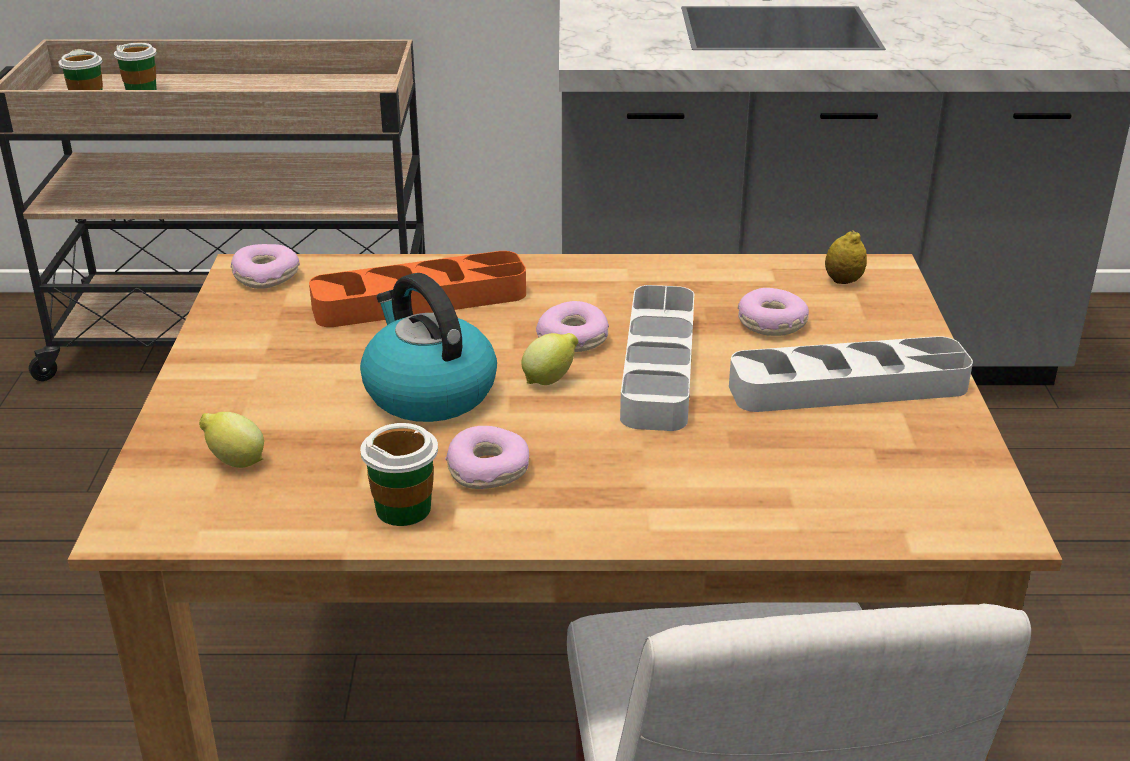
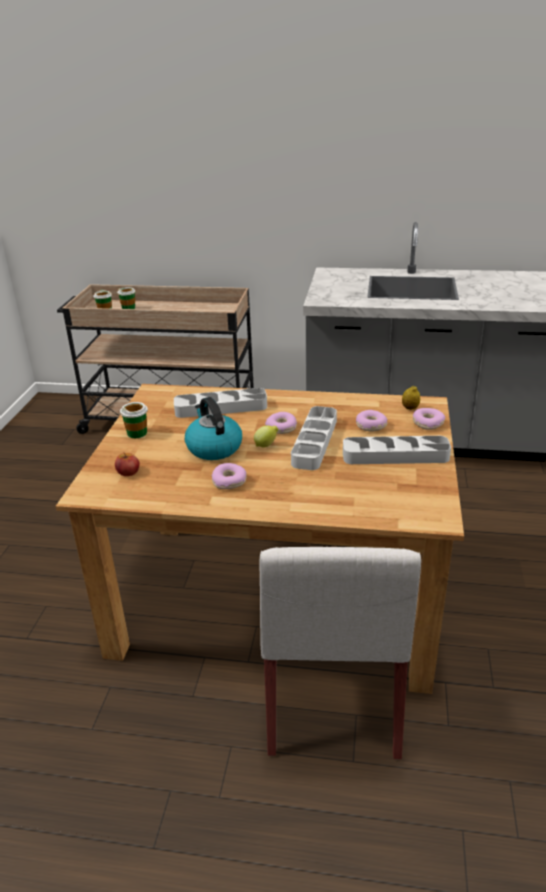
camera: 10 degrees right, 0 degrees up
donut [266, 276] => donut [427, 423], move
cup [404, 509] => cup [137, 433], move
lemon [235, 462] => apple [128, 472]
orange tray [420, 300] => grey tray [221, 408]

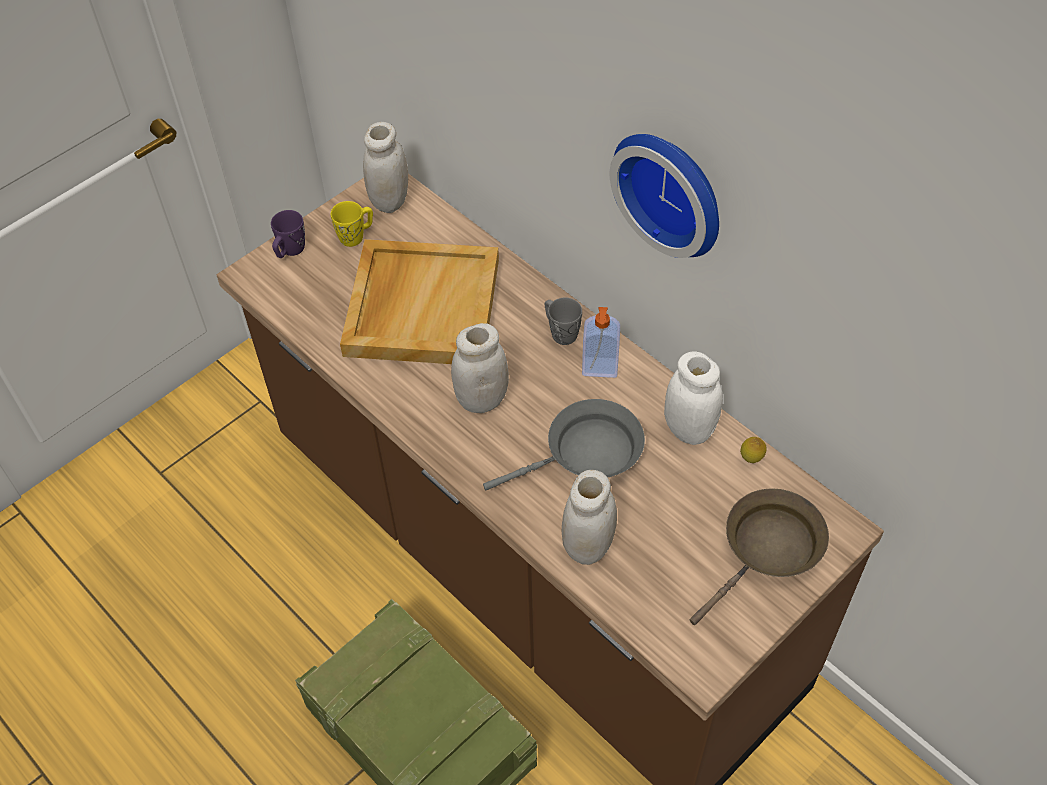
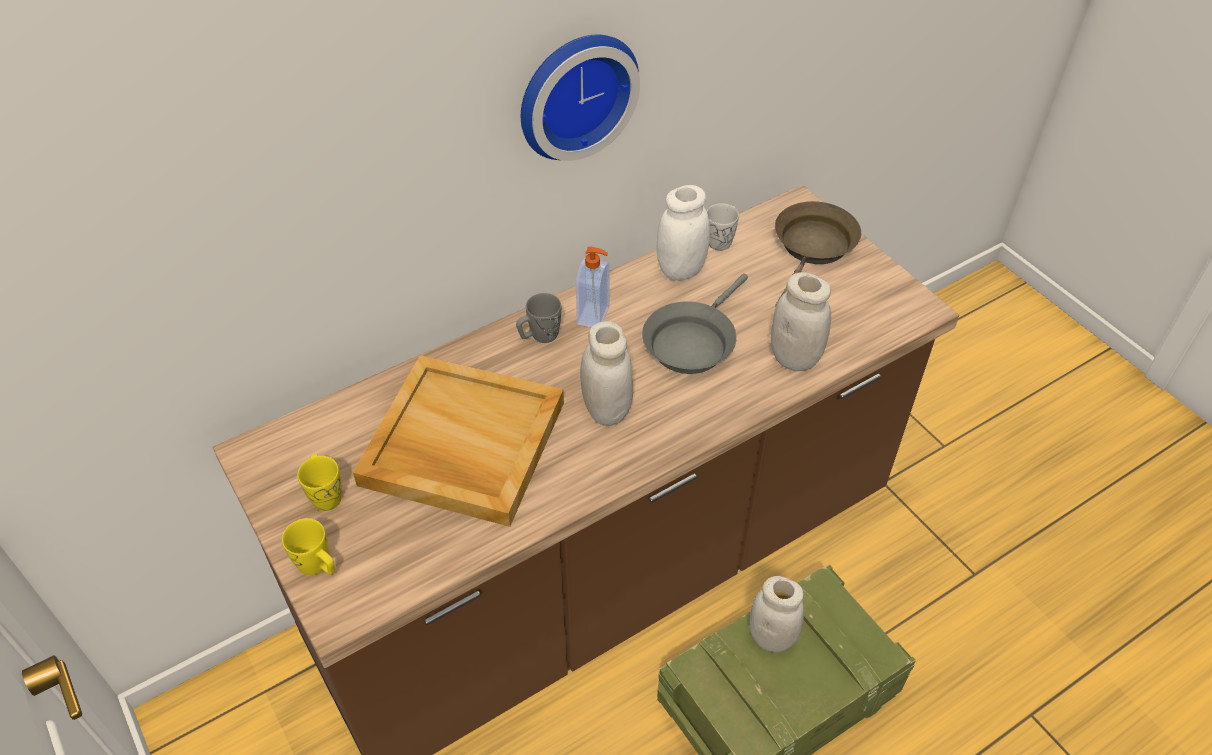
camera: 80 degrees left, 5 degrees down
white jar [390, 201] => white jar [771, 637], move
lemon [751, 459] => white mug [722, 239]
purple mug [290, 251] => yellow mug [318, 566]
grey frying pan [587, 453] => grey frying pan [692, 342], 135 degrees counterclockwise
brown frying pan [768, 549] => brown frying pan [813, 248], 60 degrees clockwise

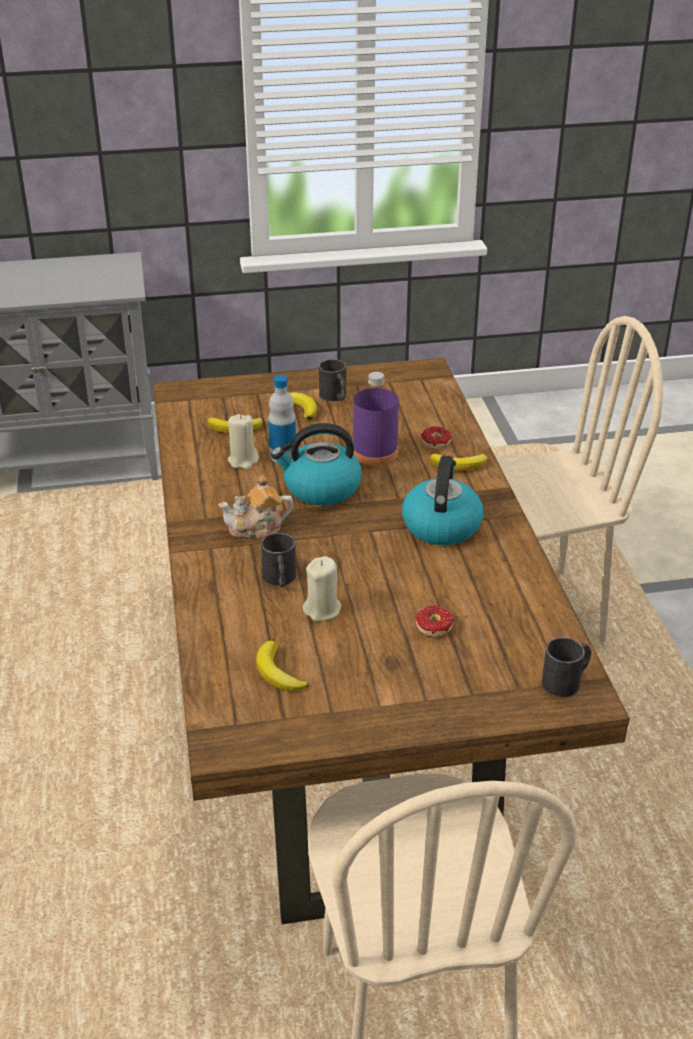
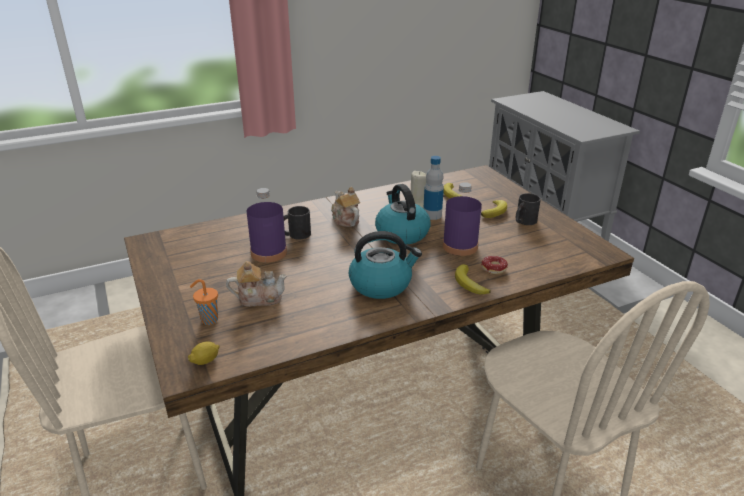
camera: 75 degrees right, 5 degrees down
banana [278, 673] => nothing
nothing => orange cup [208, 320]
beige candle [322, 609] => purple bottle [269, 252]
donut [441, 627] => teapot [259, 298]
black mug [567, 680] => lemon [205, 361]

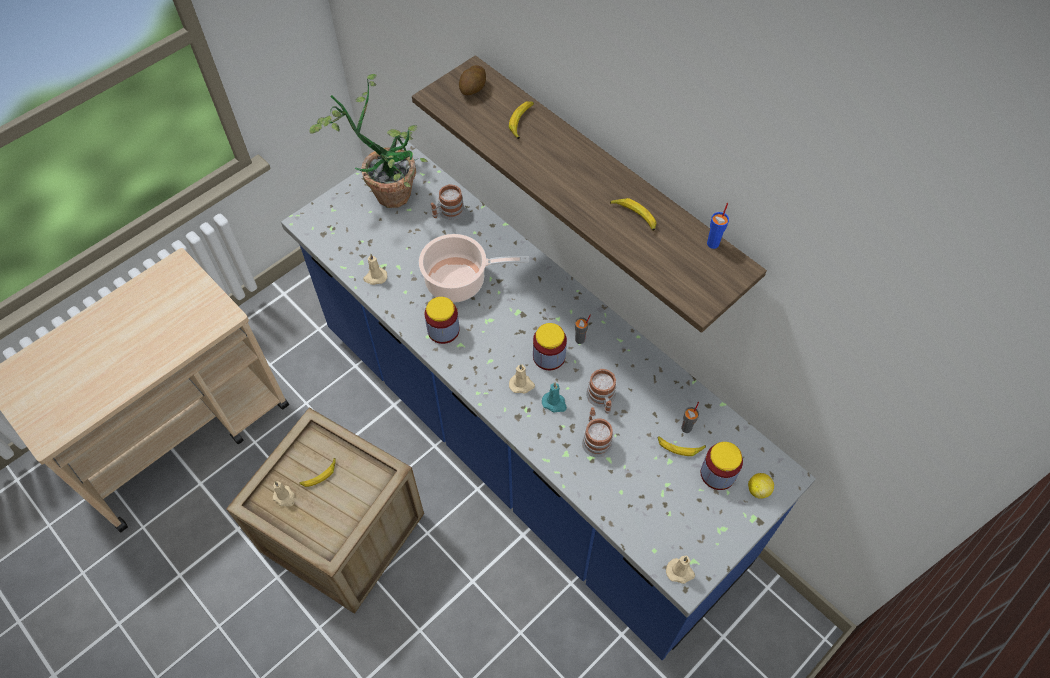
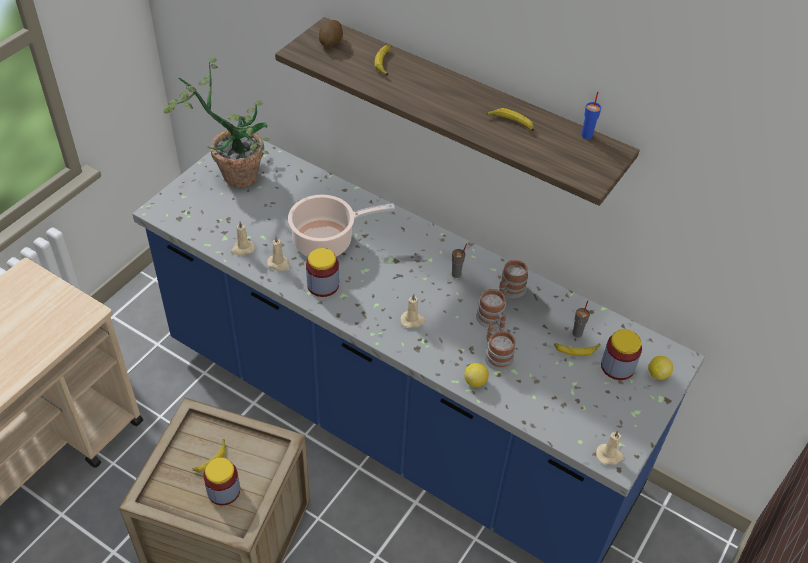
camera: 15 degrees left, 10 degrees down
turquoise candle [554, 403] => nothing
nothing => lemon [475, 381]
beige candle [285, 497] => beige candle [279, 264], move
mug [448, 213] => mug [509, 291], move
jar [549, 356] => jar [223, 491], move

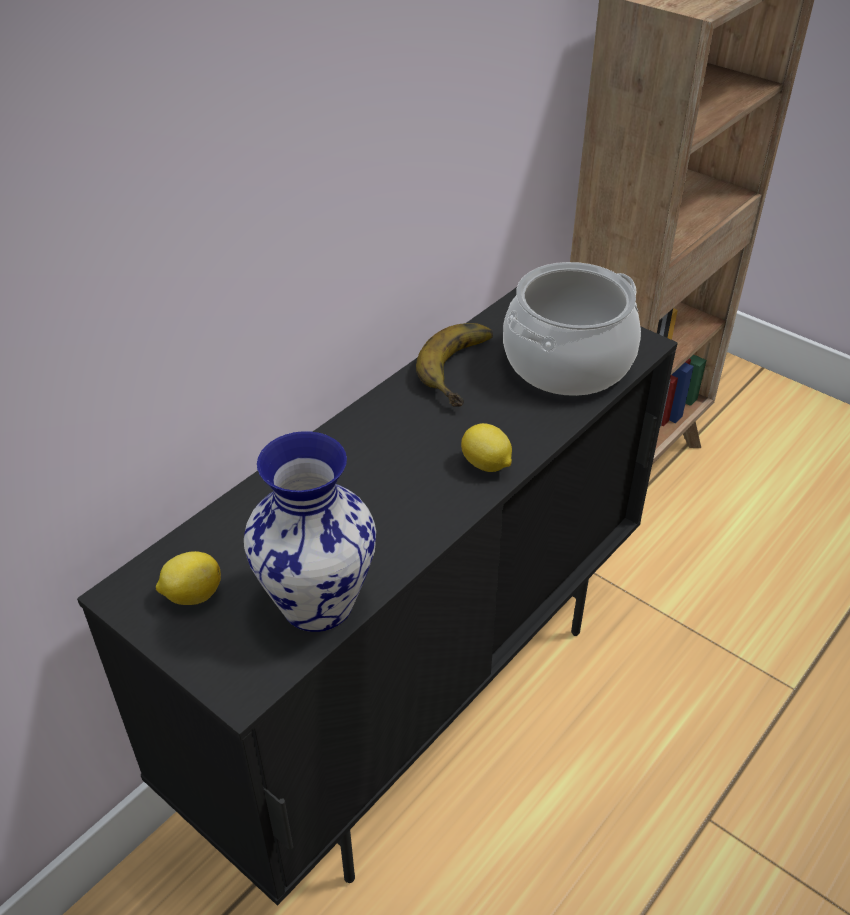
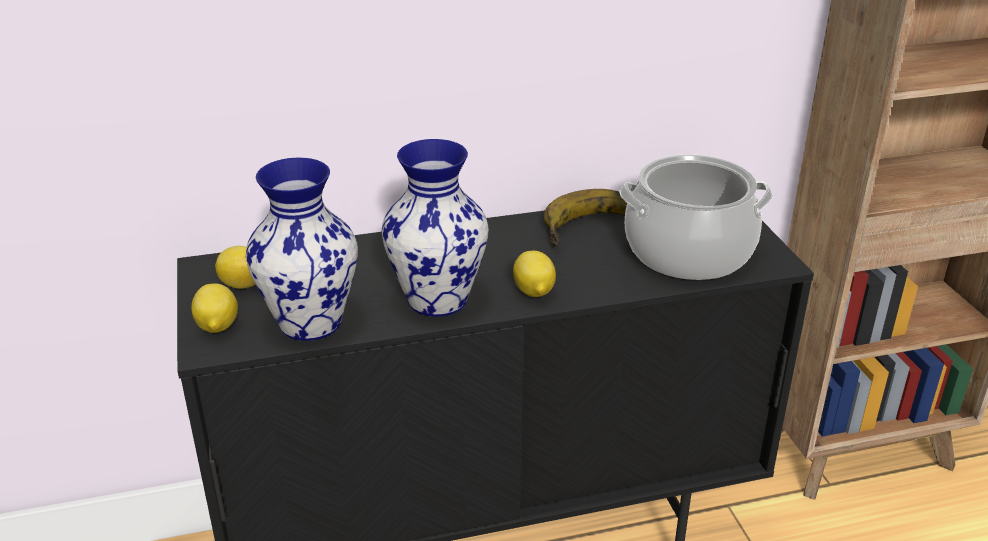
camera: 35 degrees right, 10 degrees down
nothing => lemon [217, 327]
nothing => vase [439, 299]

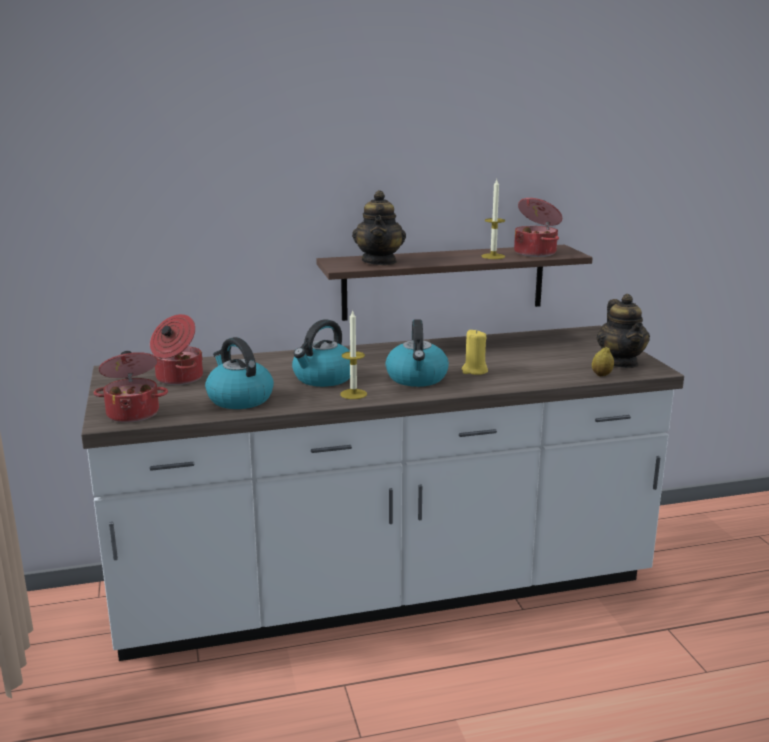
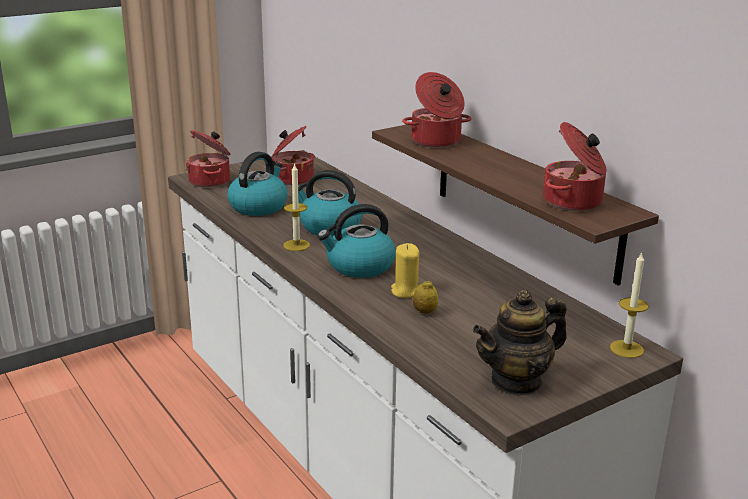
camera: 70 degrees right, 5 degrees up
candle [493, 256] => candle [626, 349], move
lemon [601, 375] => lemon [424, 311], move
teapot [379, 261] => cooking pot [436, 141]

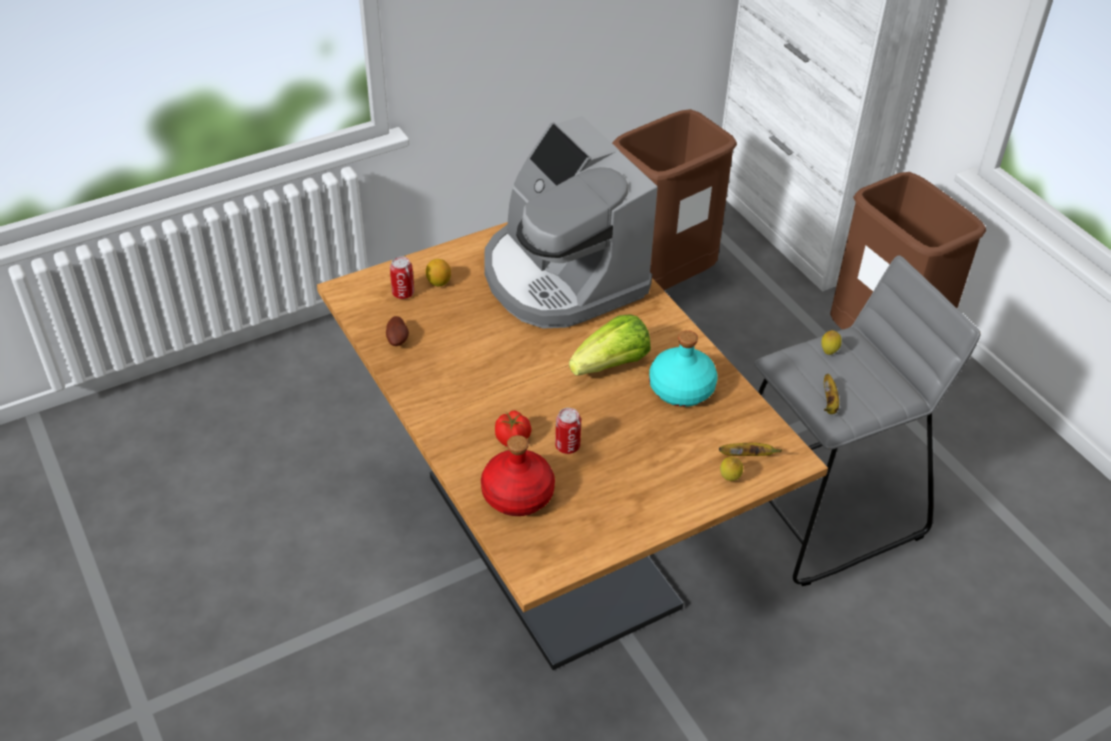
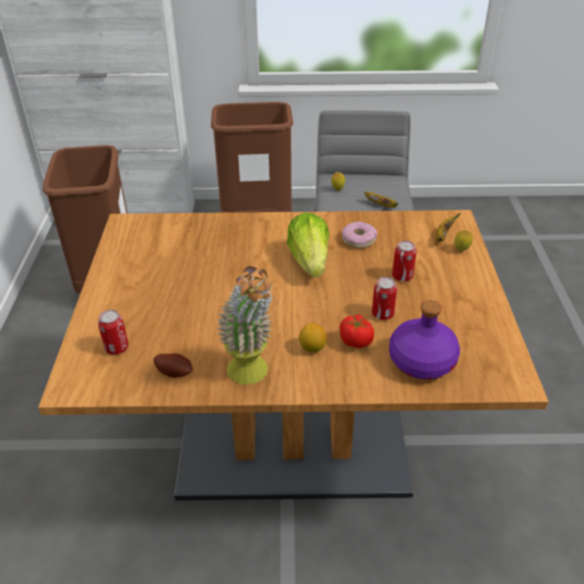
camera: 60 degrees left, 5 degrees down
coffee machine [561, 276] => nothing
nothing => potted plant [252, 377]
nothing => can [402, 276]
lemon [438, 282] => lemon [312, 348], move
turquoise bottle [680, 389] => donut [359, 240]
red bottle [517, 494] => purple bottle [421, 360]

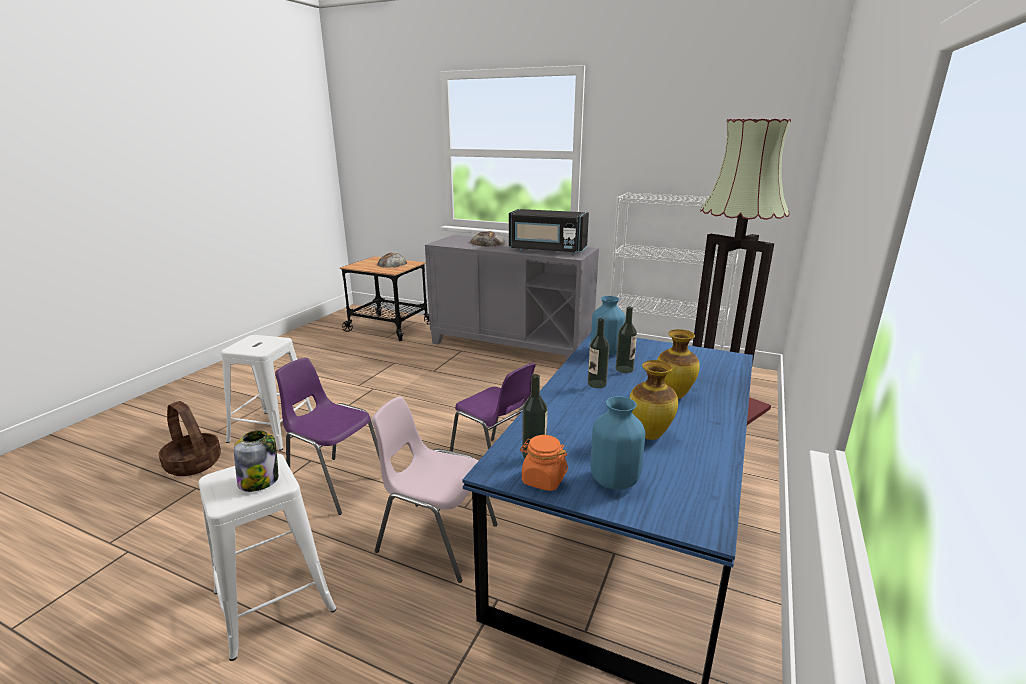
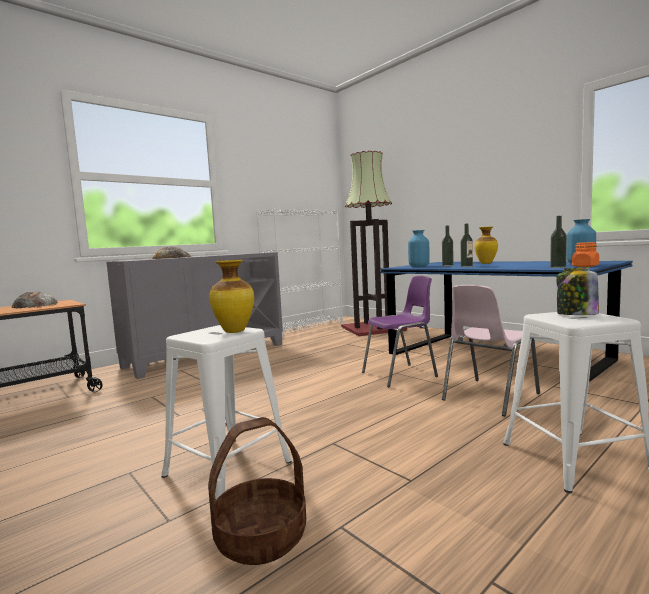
camera: 65 degrees left, 15 degrees down
purple chair [336, 483] => nothing
black microwave [547, 250] => nothing
vase [650, 435] => vase [235, 331], move

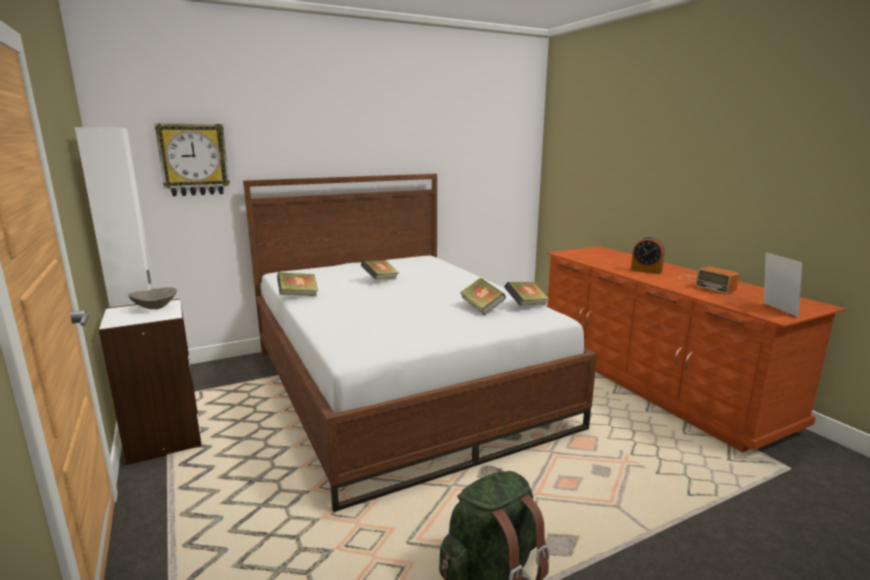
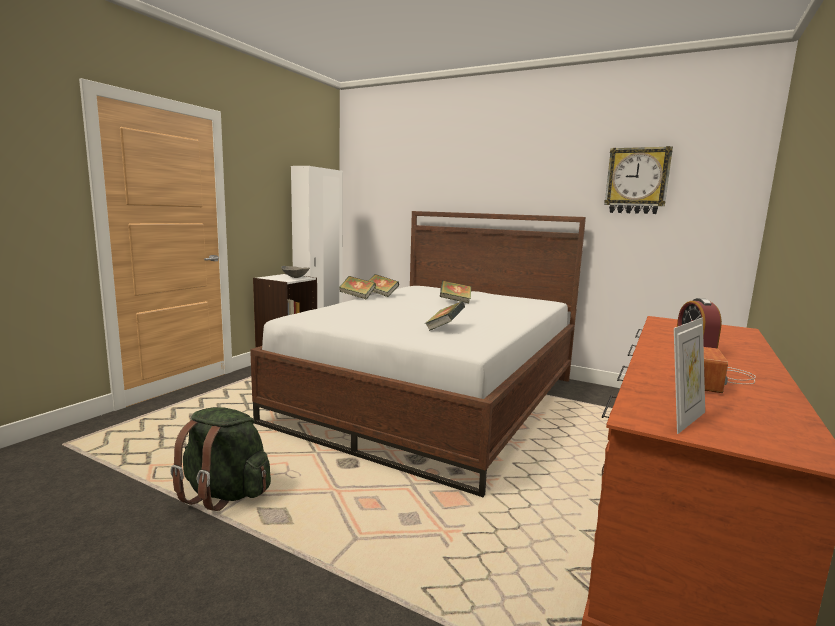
camera: 55 degrees right, 5 degrees down
wall clock [194, 160] => wall clock [637, 181], move
book [526, 306] => book [357, 297], move

